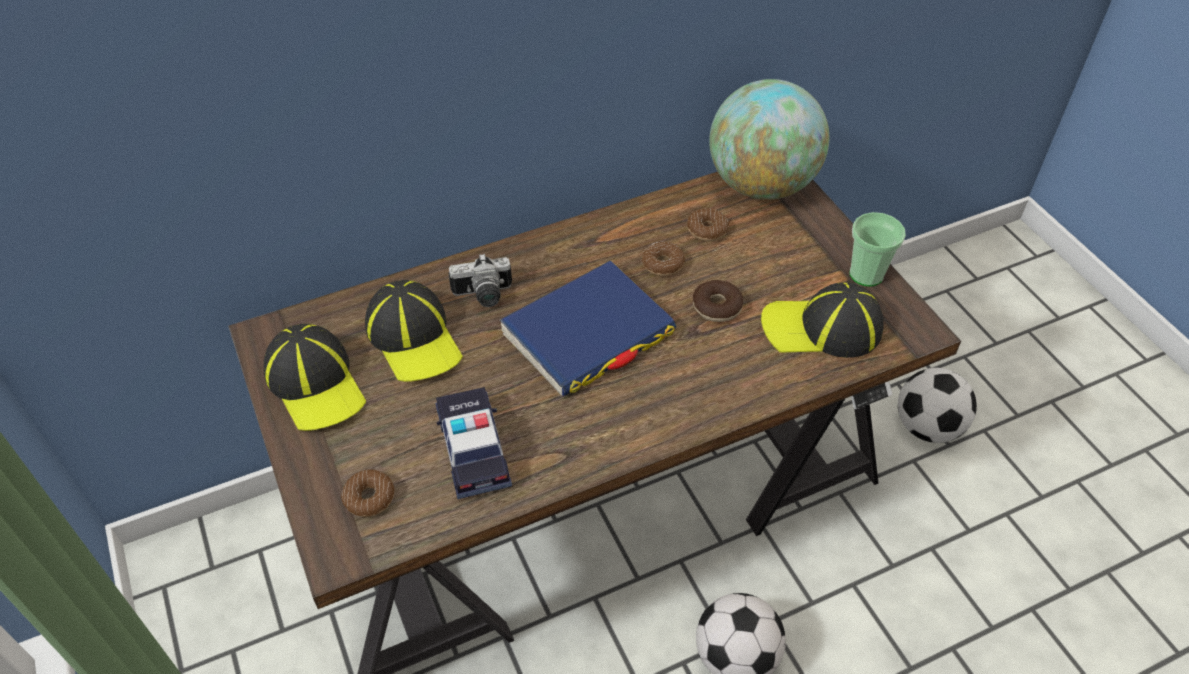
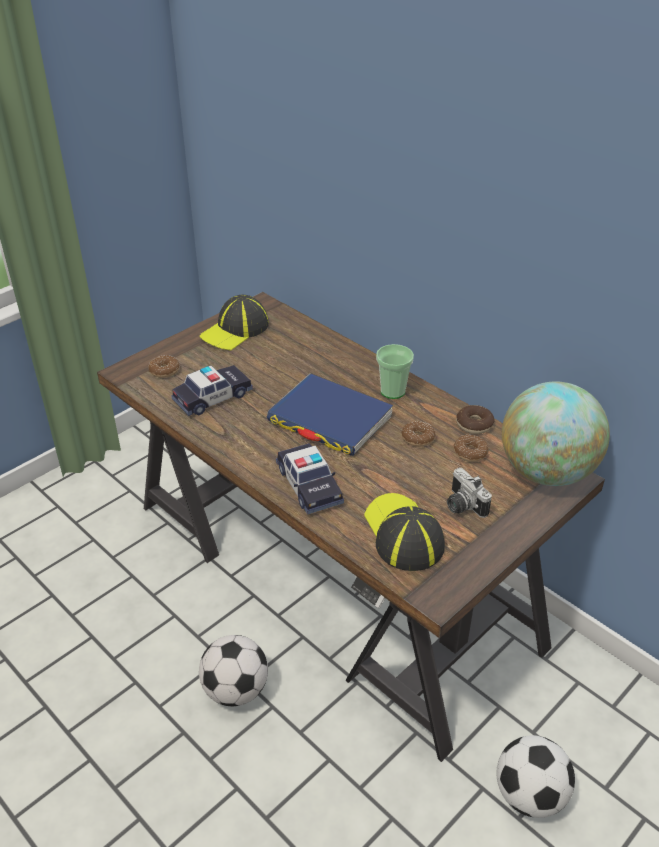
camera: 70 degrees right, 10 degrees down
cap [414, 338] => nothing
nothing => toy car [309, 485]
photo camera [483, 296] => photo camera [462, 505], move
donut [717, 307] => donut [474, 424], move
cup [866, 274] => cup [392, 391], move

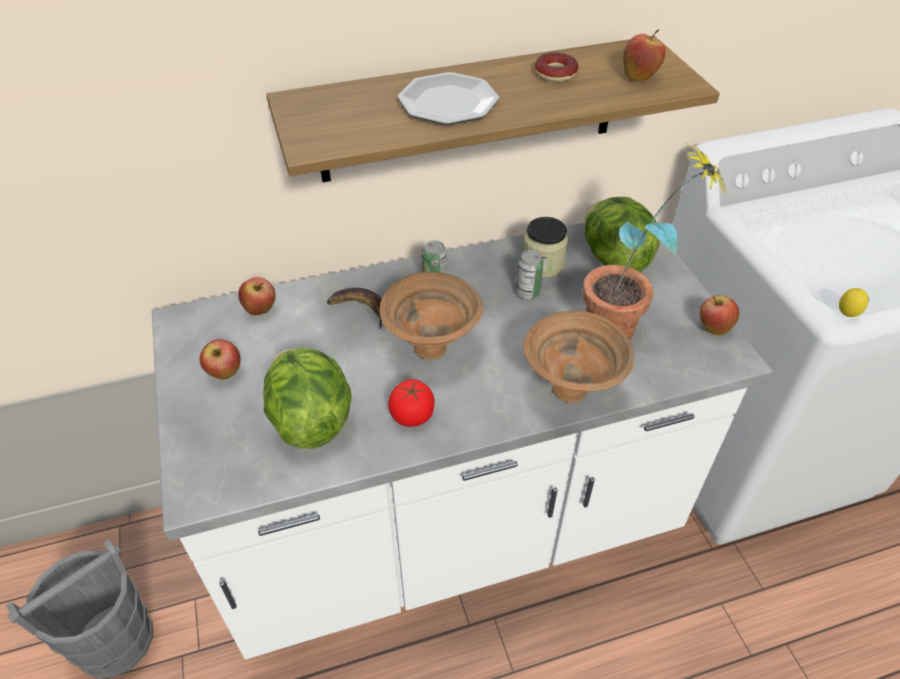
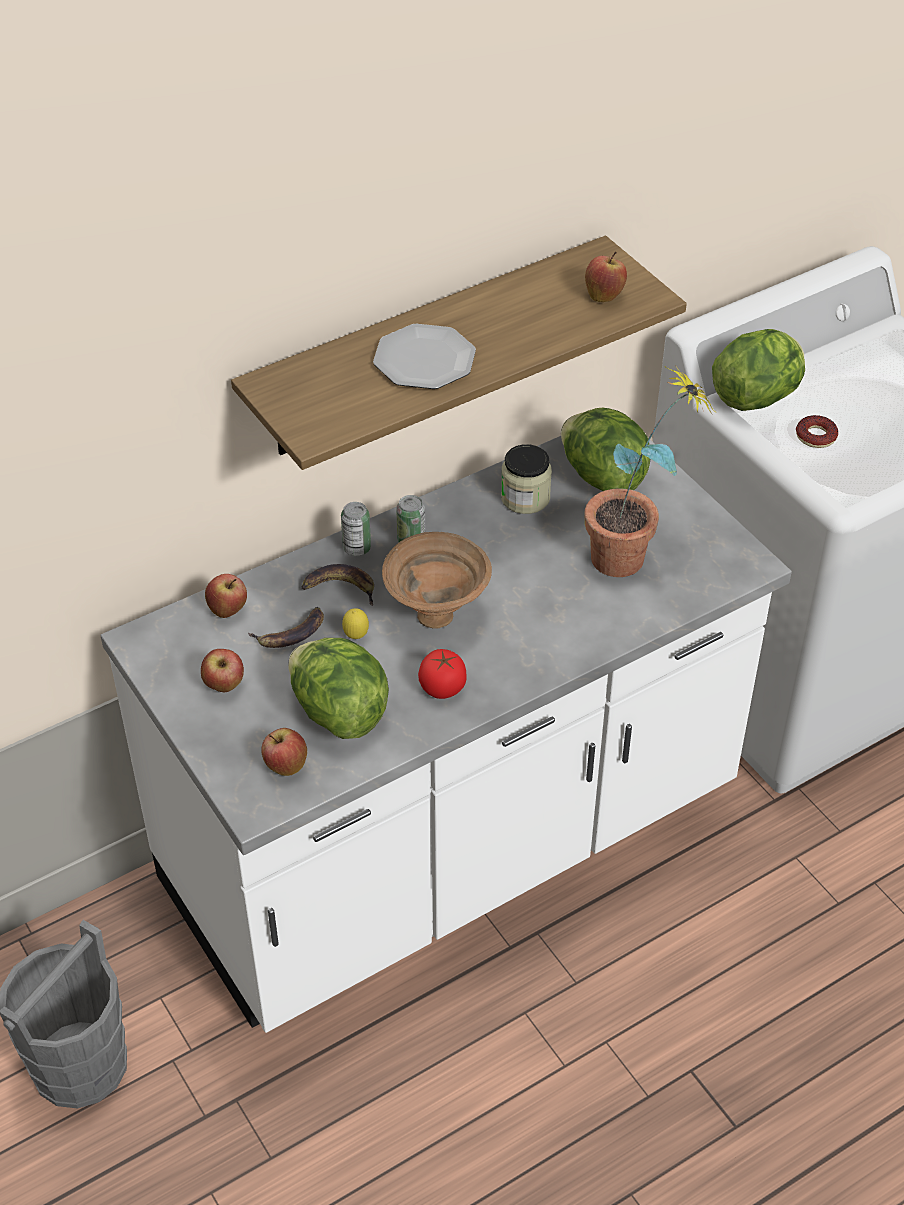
camera: 15 degrees left, 0 degrees up
brown bowl [572, 391] => nothing
nothing => banana [291, 633]
nothing => lettuce [757, 397]
can [527, 292] => can [357, 548], move
donut [555, 73] => donut [815, 436], move
apple [713, 328] => apple [285, 766], move
lemon [846, 315] => lemon [356, 637], move

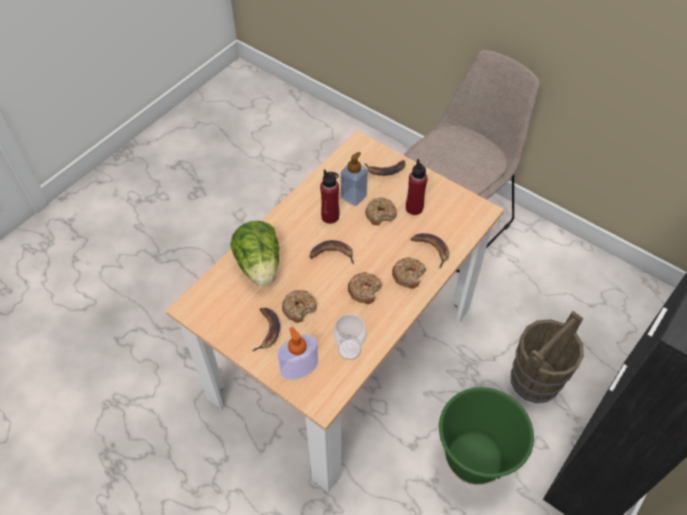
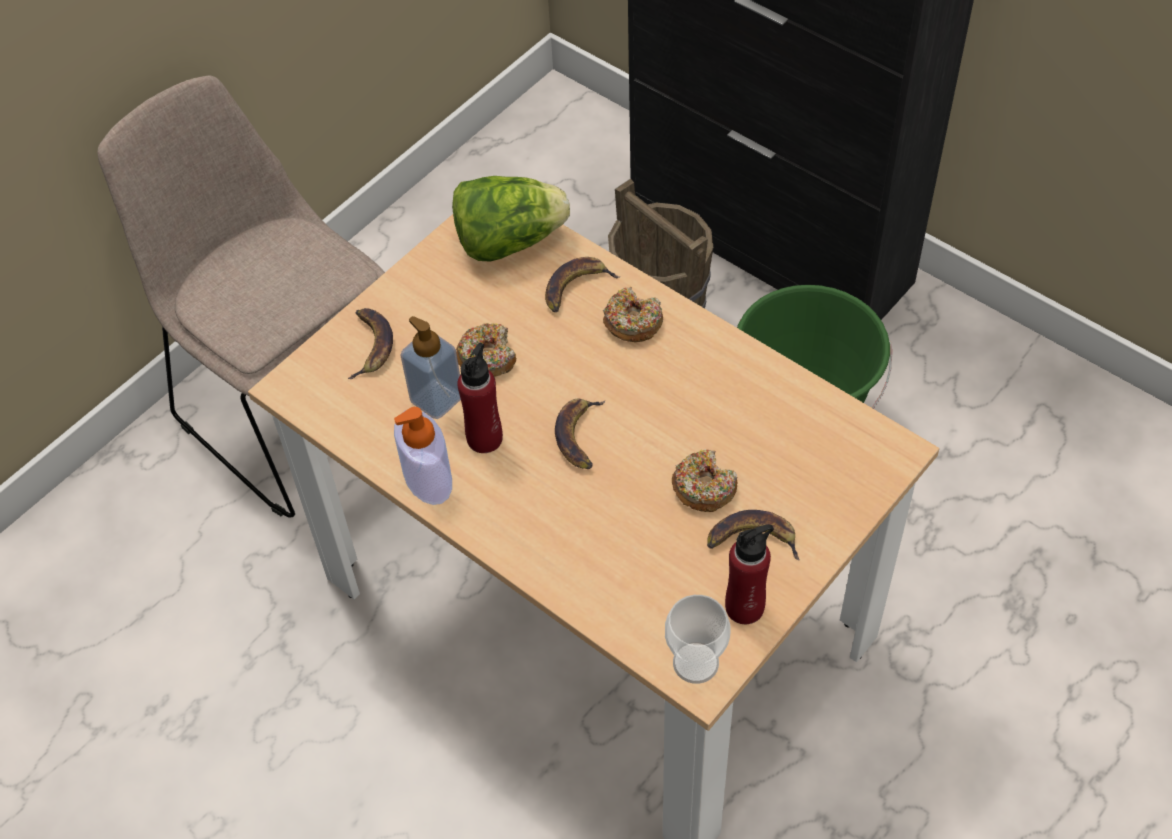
camera: 85 degrees left, 0 degrees up
donut [364, 290] => nothing
lettuce [260, 266] => lettuce [509, 241], move
soap dispenser [299, 367] => soap dispenser [427, 477], move
cup [349, 349] => cup [695, 663], move
red bottle [414, 208] => red bottle [745, 607], move

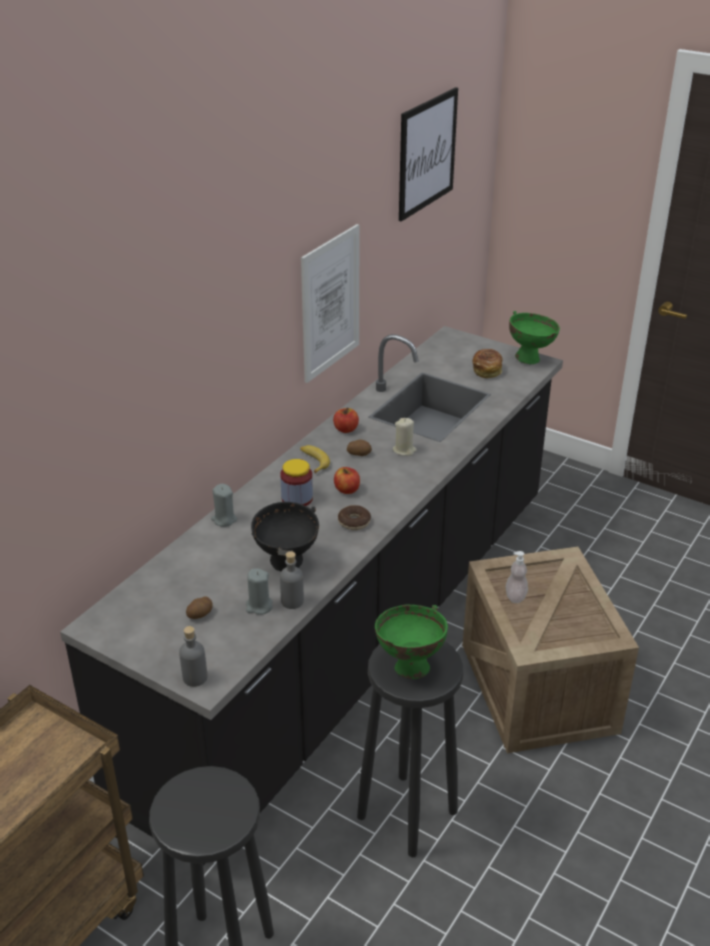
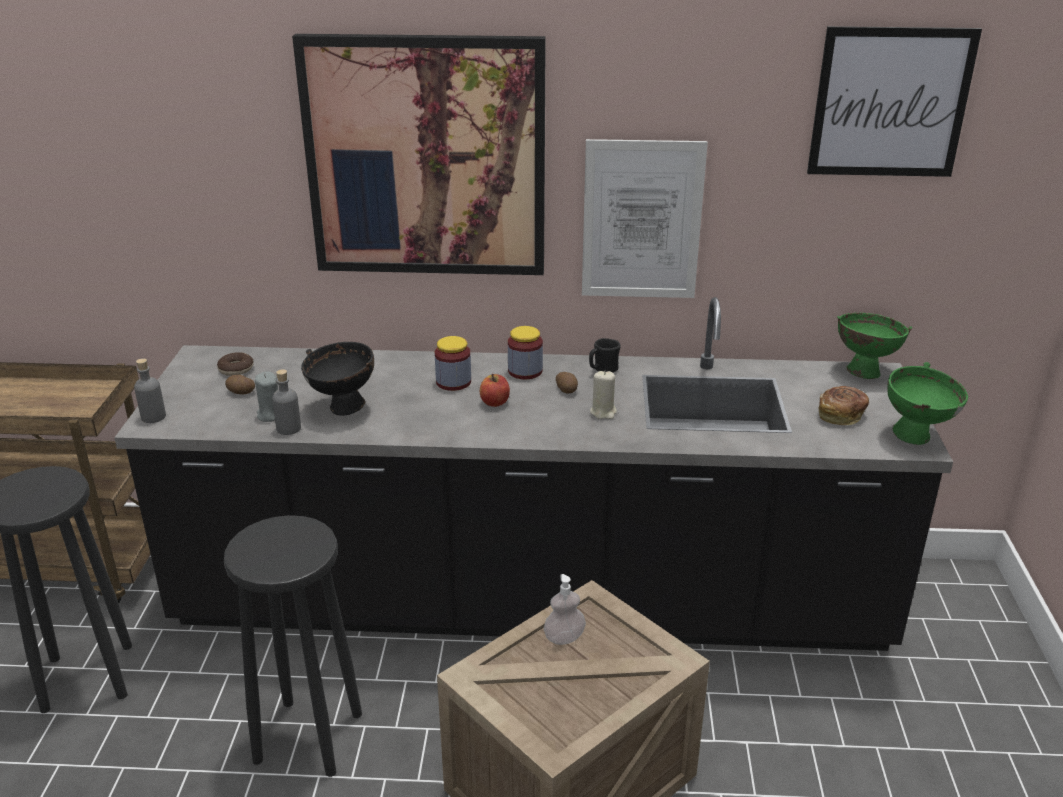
camera: 60 degrees right, 5 degrees down
grey candle [224, 519] => nothing
nothing => picture [426, 158]
donut [354, 522] => donut [236, 369], move
green bowl [409, 667] => green bowl [863, 371], move
banana [313, 461] => jar [525, 371]
apple [346, 429] => black mug [603, 370]

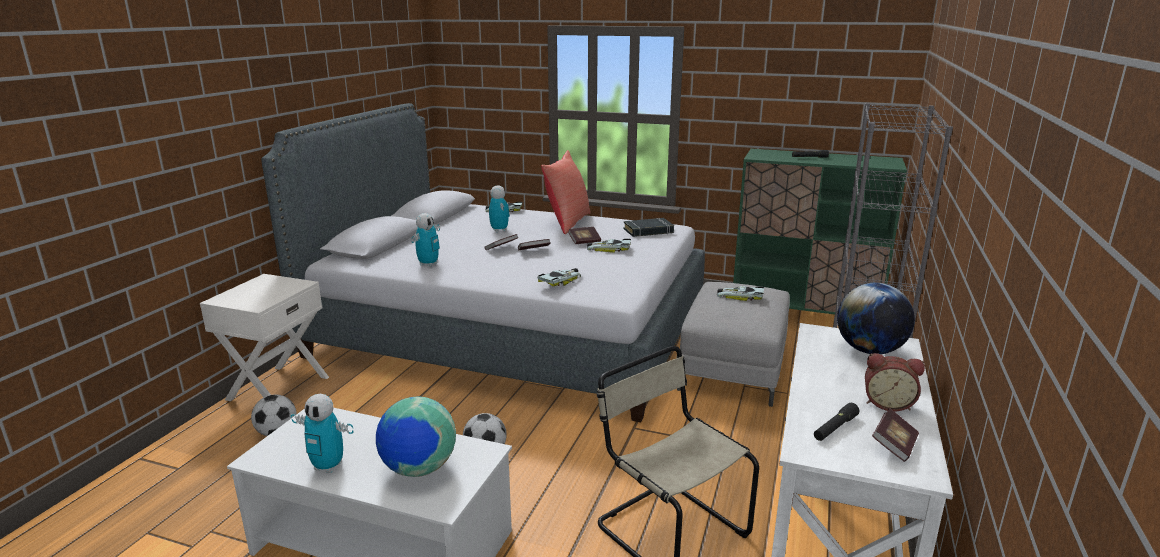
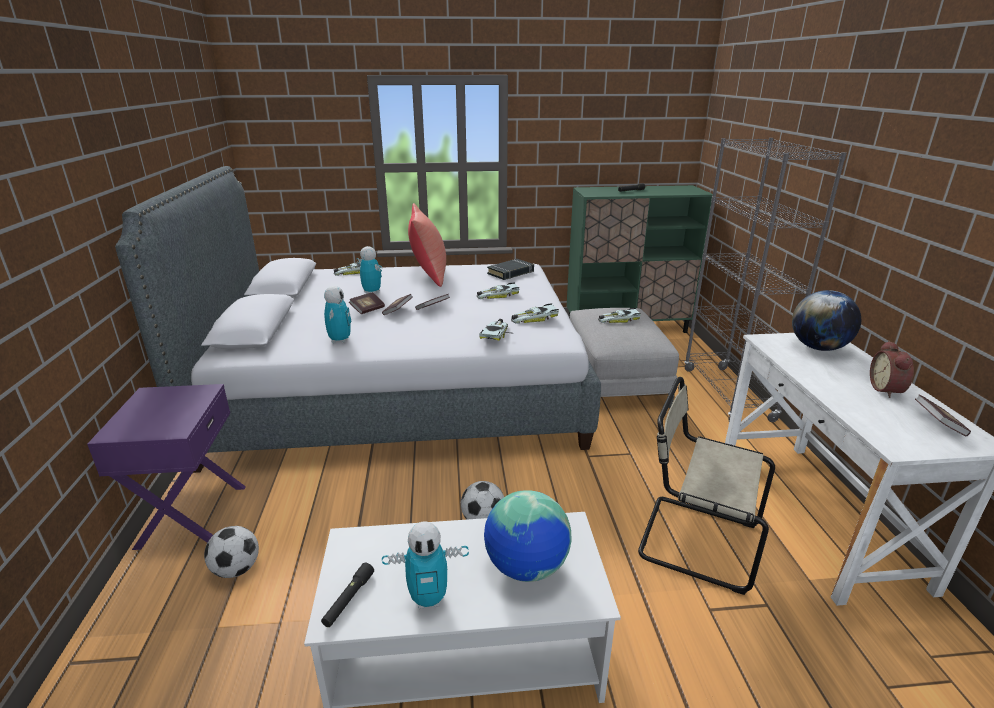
camera: 25 degrees left, 5 degrees up
nothing => toy car [533, 318]
book [584, 242] => book [367, 310], move
black flashlight [835, 428] => black flashlight [348, 599], move
white nightstand [277, 388] => purple nightstand [191, 516]
alarm clock [887, 403] => alarm clock [887, 390], 105 degrees clockwise

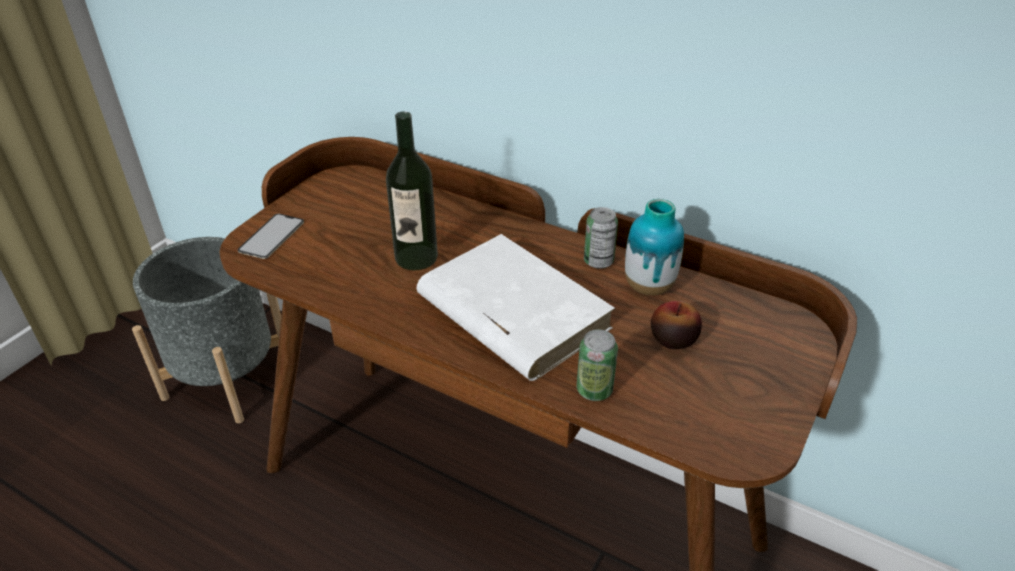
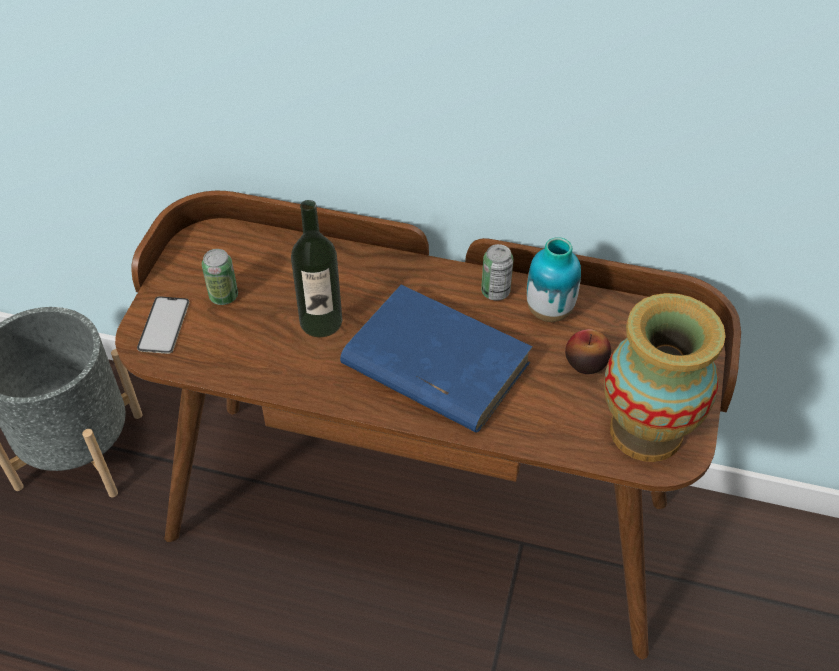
camera: 15 degrees left, 10 degrees up
nothing => vase [645, 431]
can [594, 390] => can [224, 296], move
white book [511, 312] => blue book [434, 364]

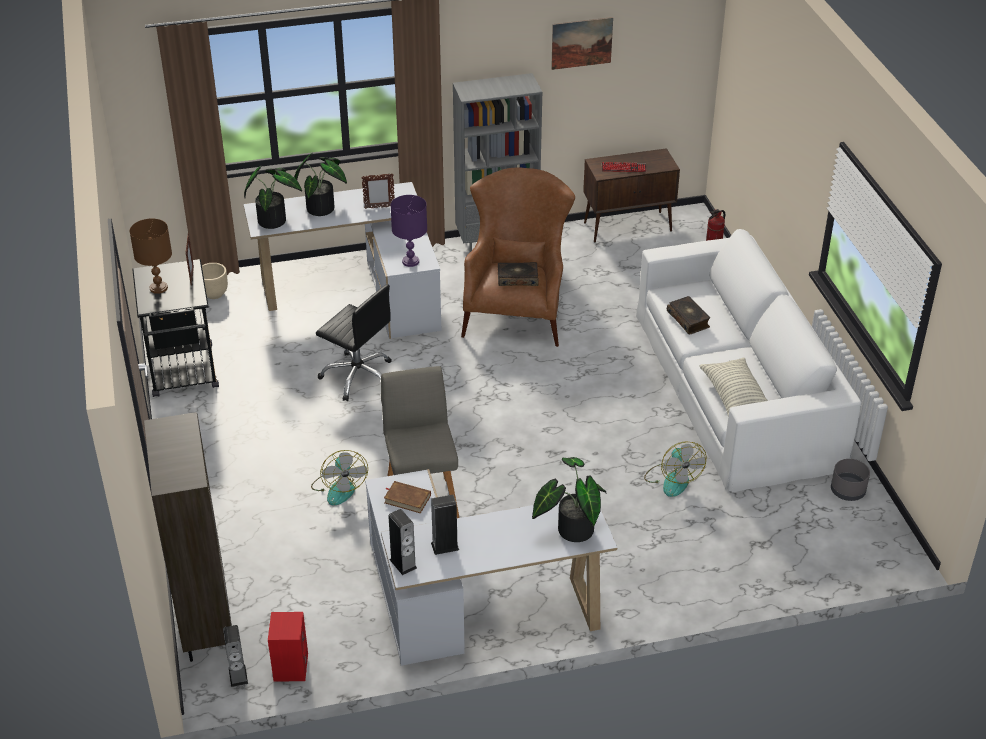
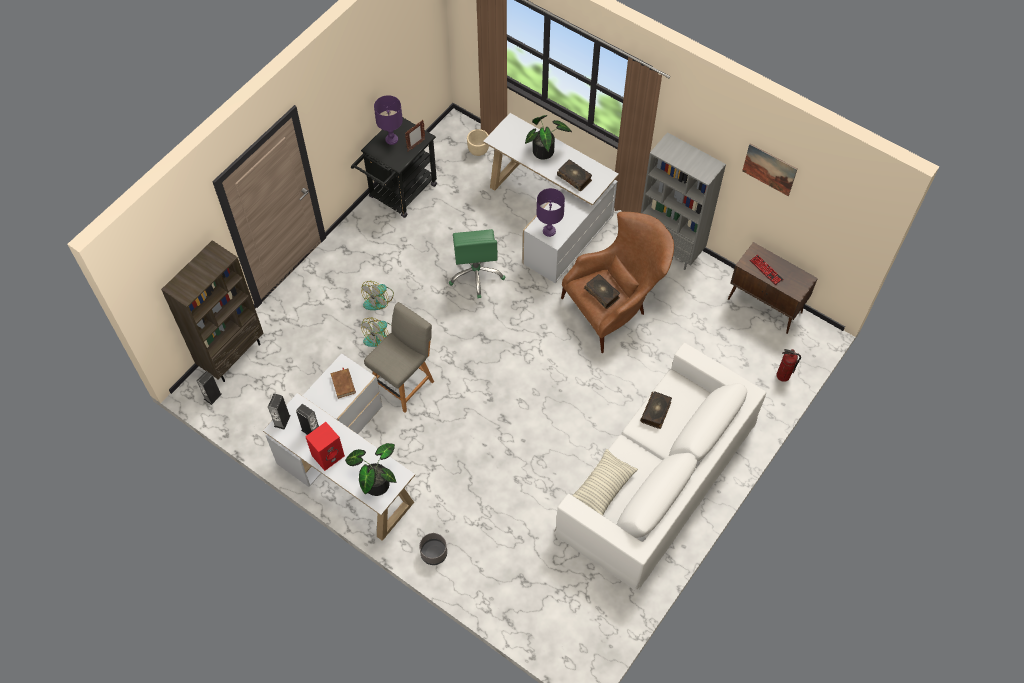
camera: 50 degrees right, 20 degrees up
potted plant [274, 219] => nothing
red speaker [290, 666] => red speaker [328, 455], move
fan [672, 479] => fan [379, 299], move
grey planter [847, 490] => grey planter [434, 553], move
picture frame [379, 207] => book [574, 178]
brown table lamp [159, 288] => purple table lamp [392, 140]
black office chair [358, 376] => green office chair [476, 274]

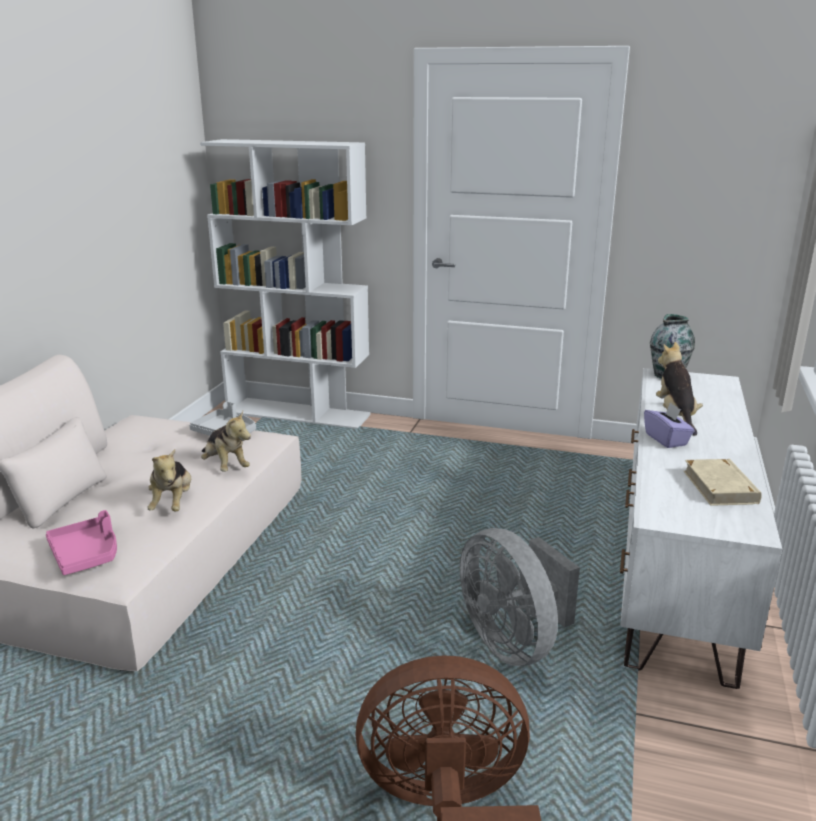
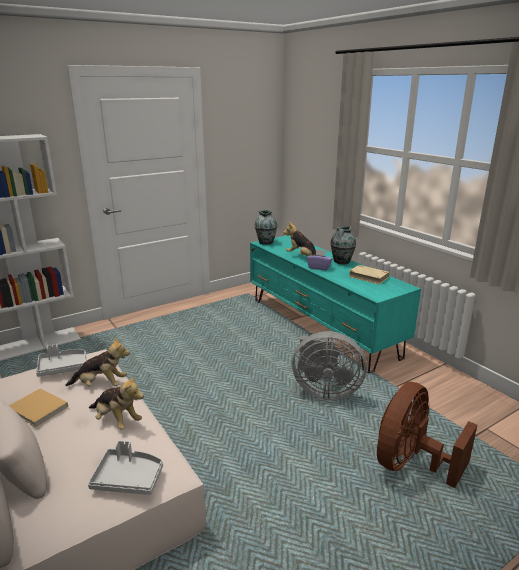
camera: 50 degrees left, 0 degrees up
nothing => beige book [39, 409]
nothing => vase [341, 262]
pink tray [86, 554] => grey tray [128, 478]
white tv stand [676, 562] => turquoise tv stand [321, 327]

